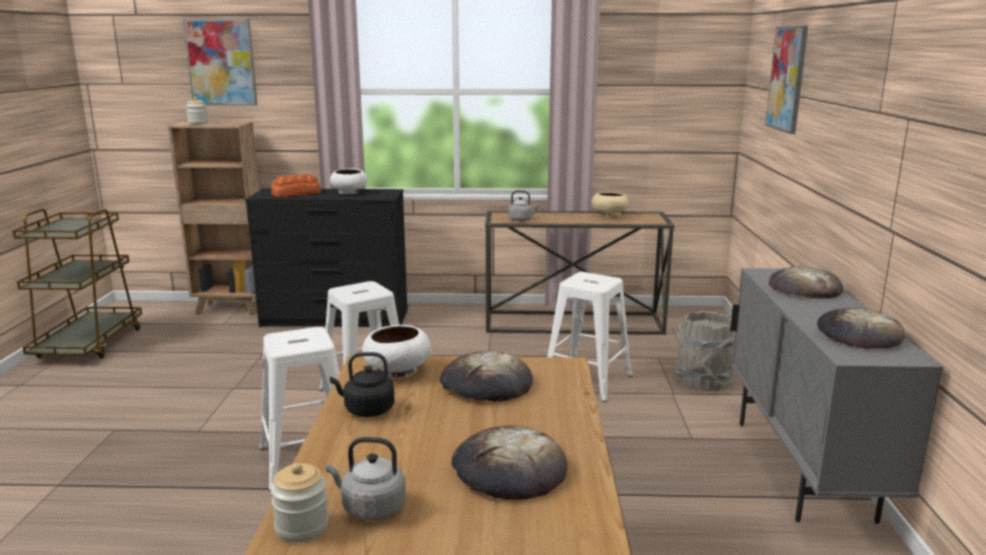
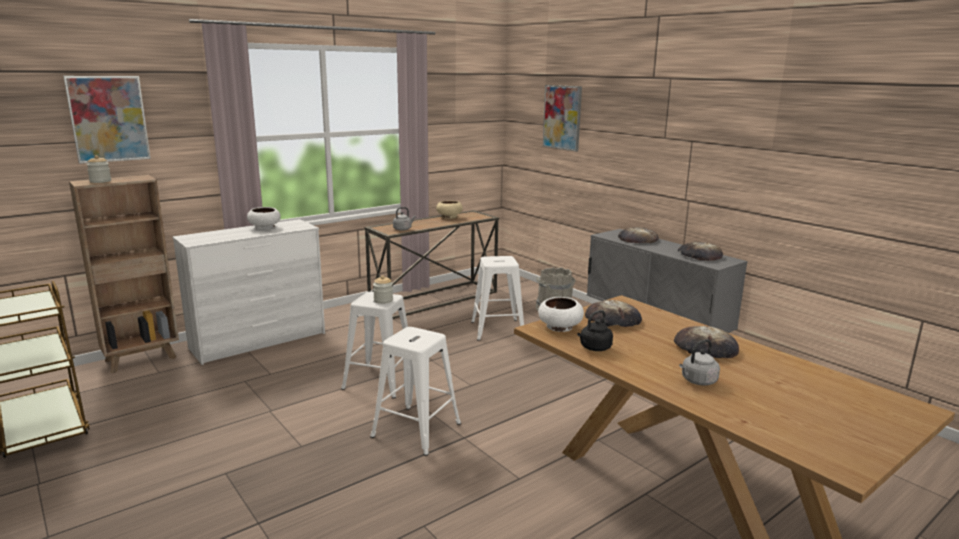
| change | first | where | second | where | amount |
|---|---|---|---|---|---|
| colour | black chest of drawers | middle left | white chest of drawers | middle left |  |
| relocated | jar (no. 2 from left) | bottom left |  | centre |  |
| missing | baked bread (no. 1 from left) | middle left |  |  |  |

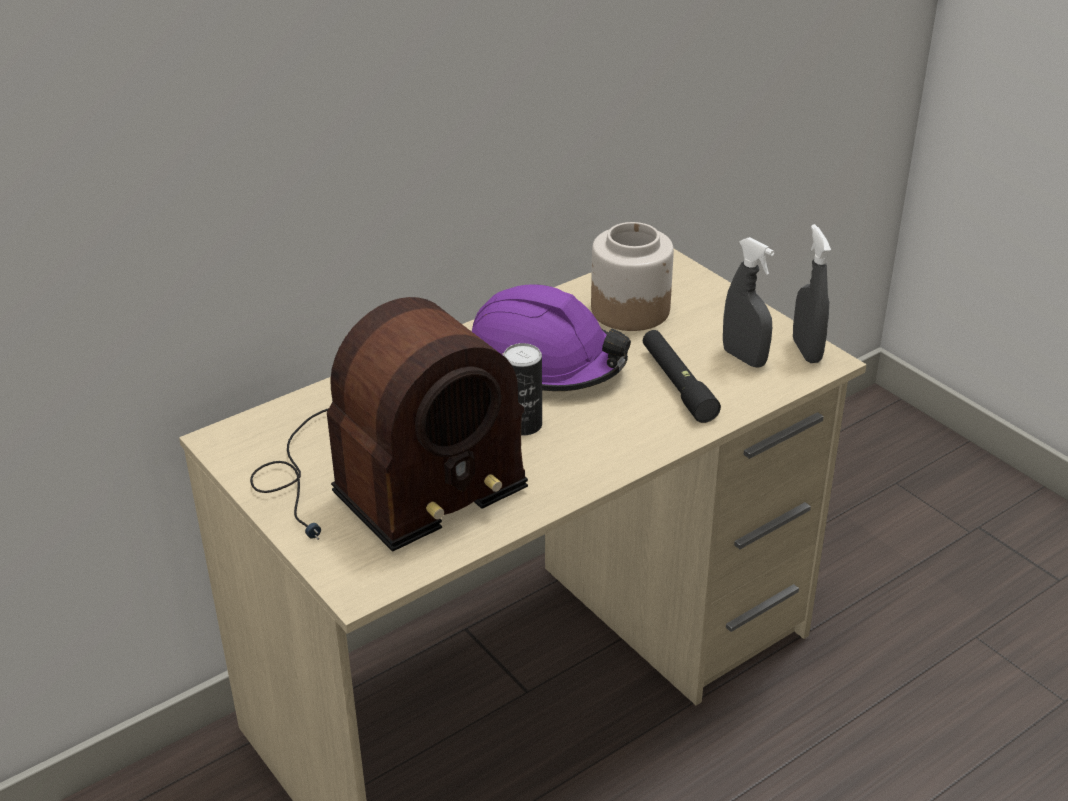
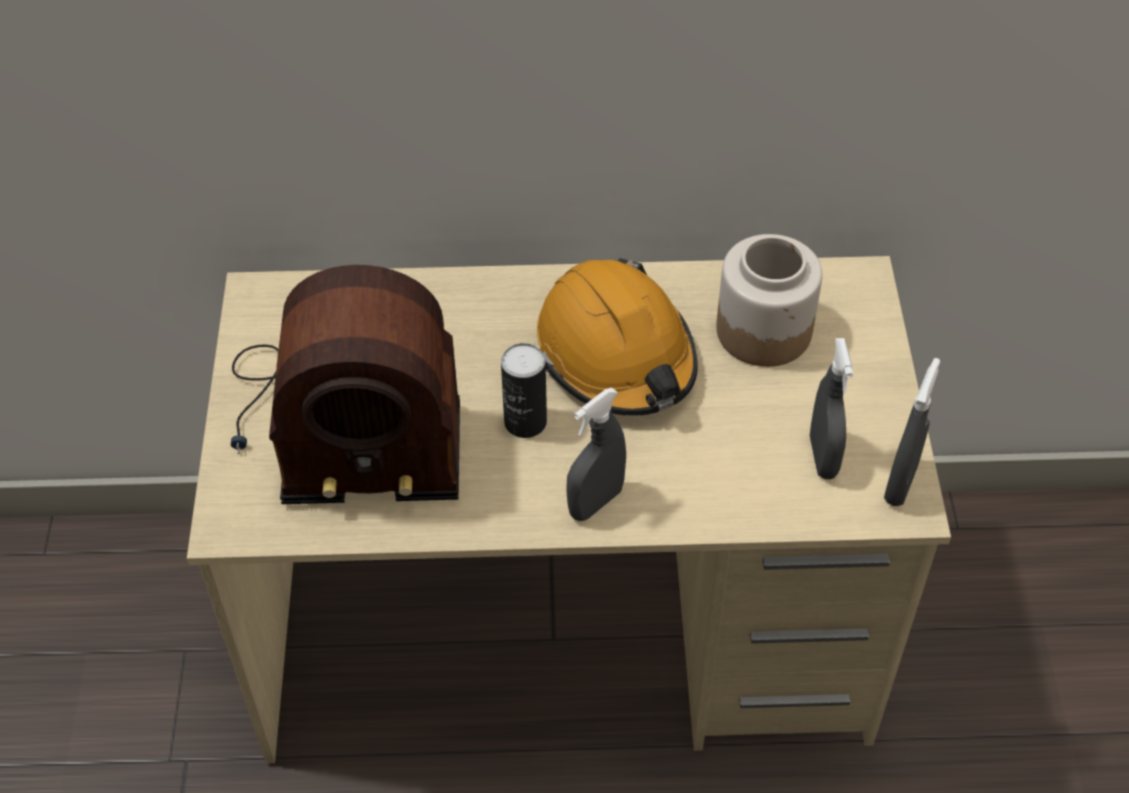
| change | first | where | second | where | amount |
|---|---|---|---|---|---|
| colour | purple work helmet | centre | orange work helmet | centre |  |
| appeared |  |  | greyish hand sprayer (no. 1 from left) | centre |  |
| missing | black flashlight | centre |  |  |  |

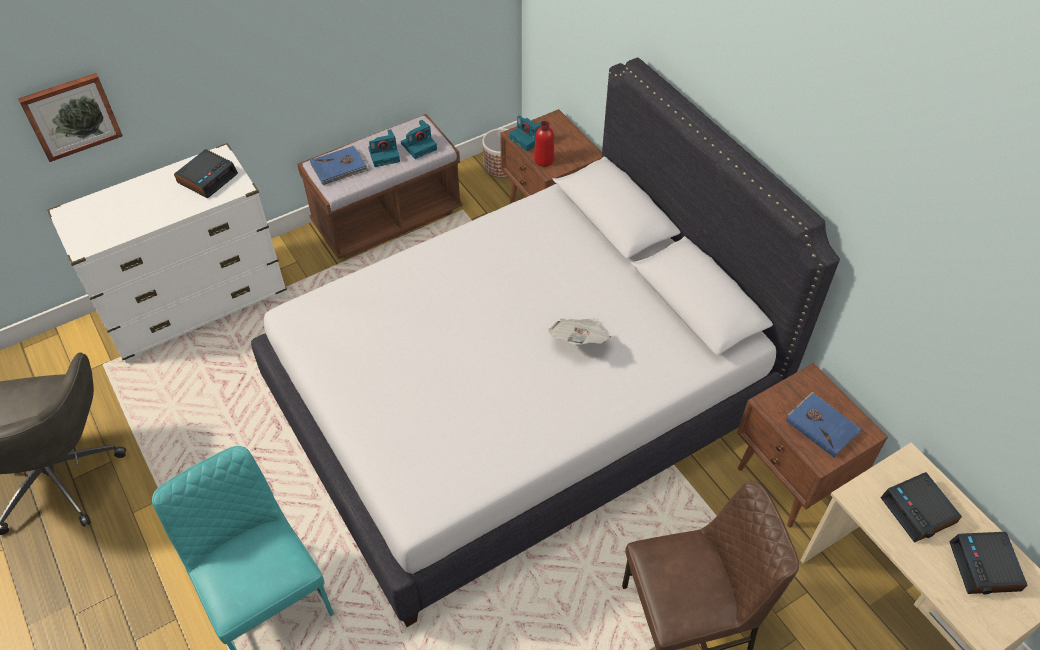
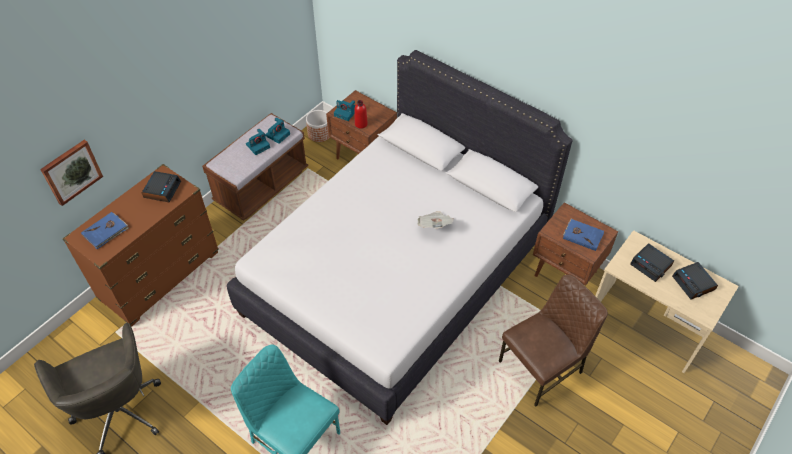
| change | first | where | second | where | amount |
|---|---|---|---|---|---|
| colour | white chest of drawers | middle left | brownish chest of drawers | middle left |  |
| relocated | blue-coloured bound book (no. 1 from left) | top left |  | middle left |  |

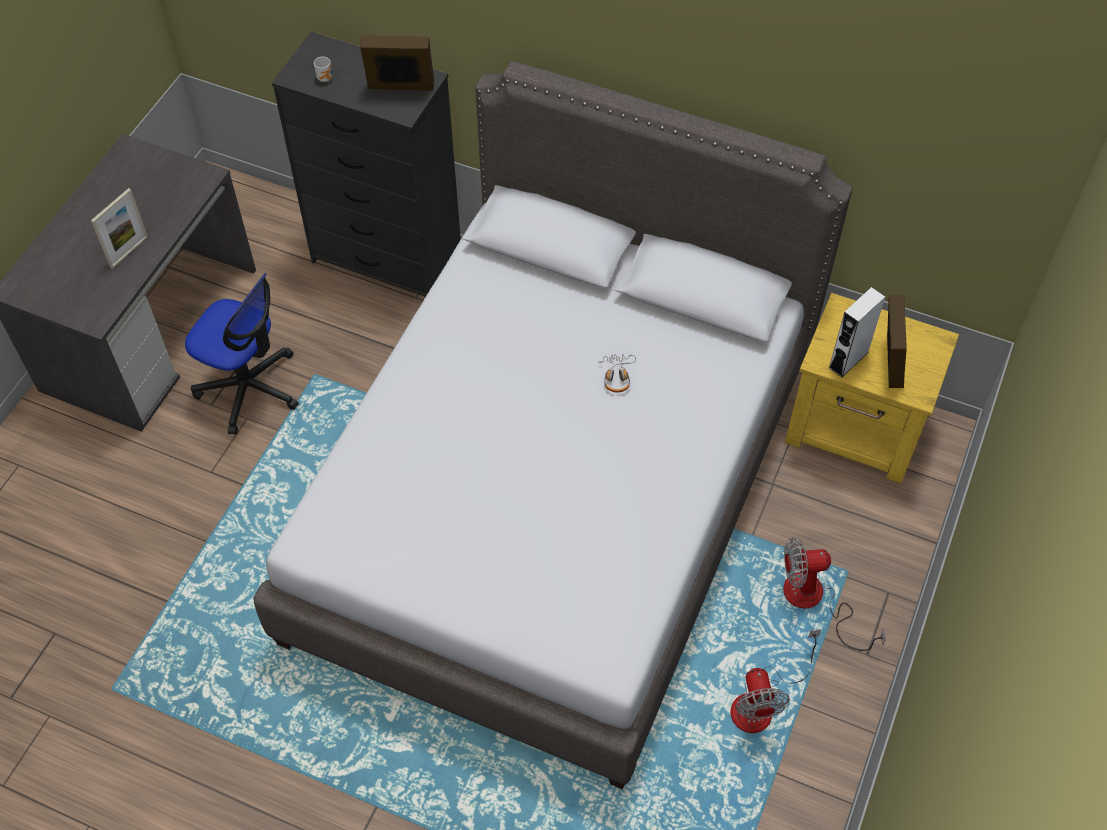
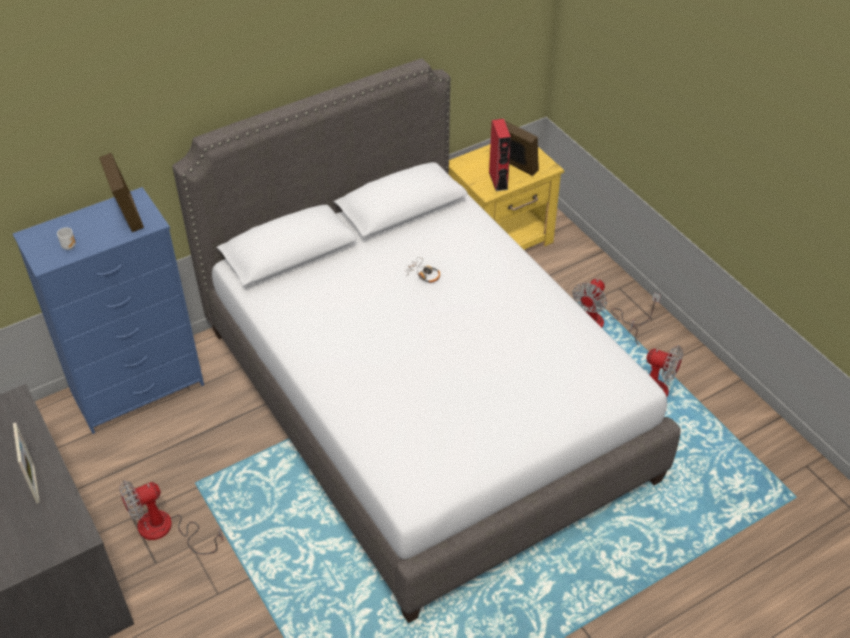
| change | first | where | second | where | amount |
|---|---|---|---|---|---|
| colour | black chest of drawers | top left | blue-coloured chest of drawers | middle left |  |
| spun | photo frame (no. 2 from left) | top centre |  | top left | 120 degrees clockwise |
| exchanged | computer chair | middle left | electric fan (no. 1 from left) | bottom left |  |
| colour | white audio speaker | middle right | reddish audio speaker | top centre |  |

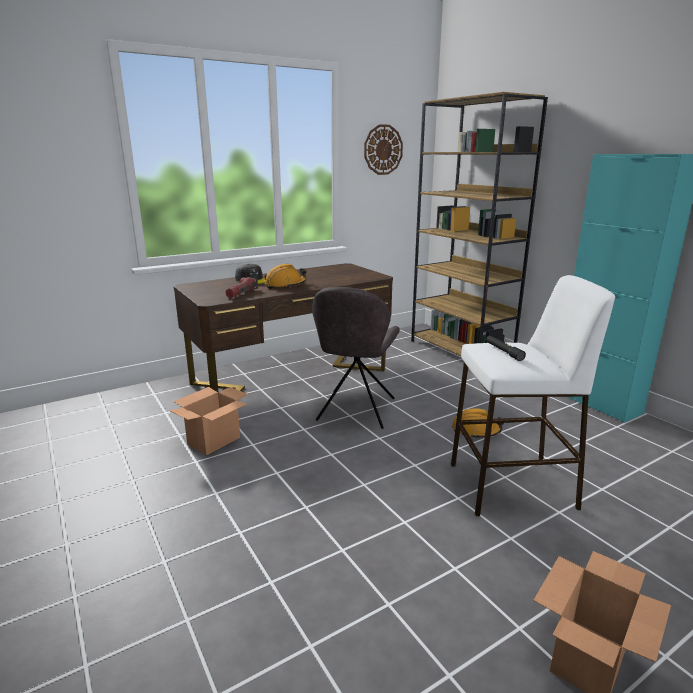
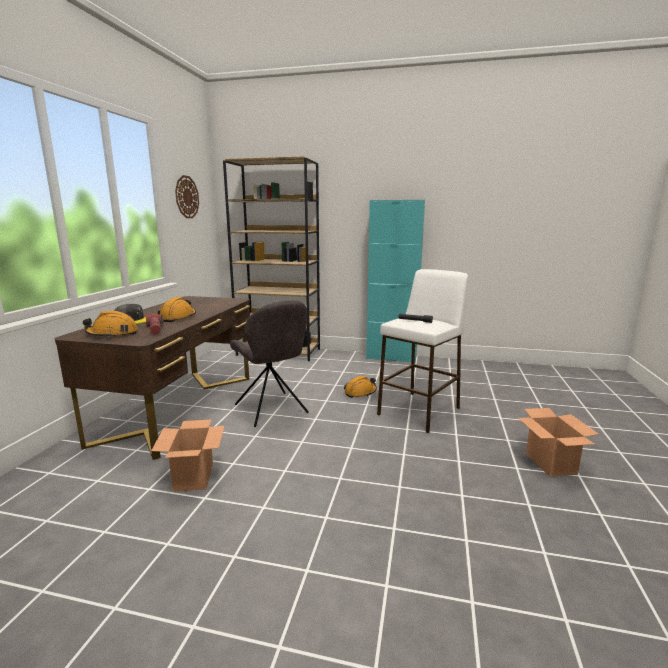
| change | first | where | second | where | amount |
|---|---|---|---|---|---|
| appeared |  |  | orange work helmet (no. 1 from left) | middle left |  |

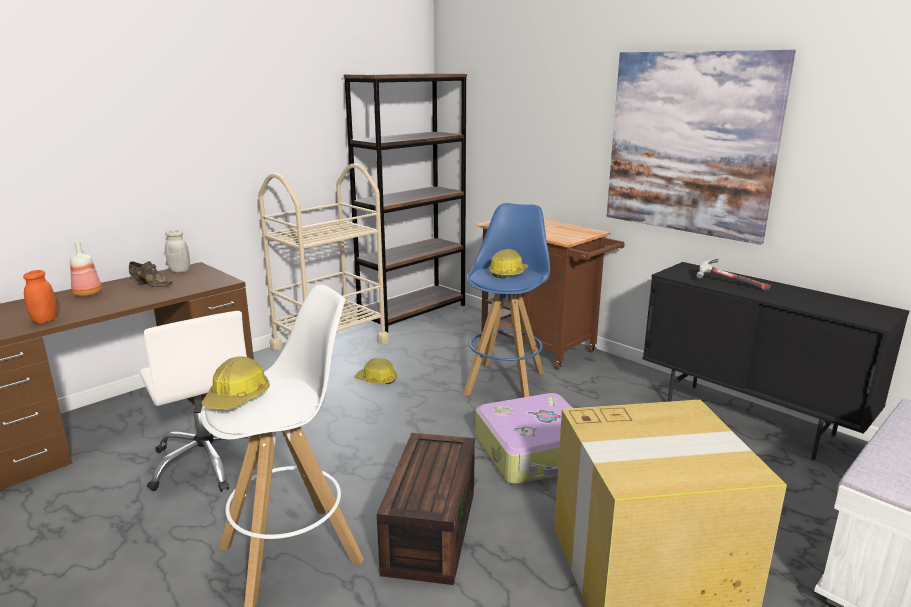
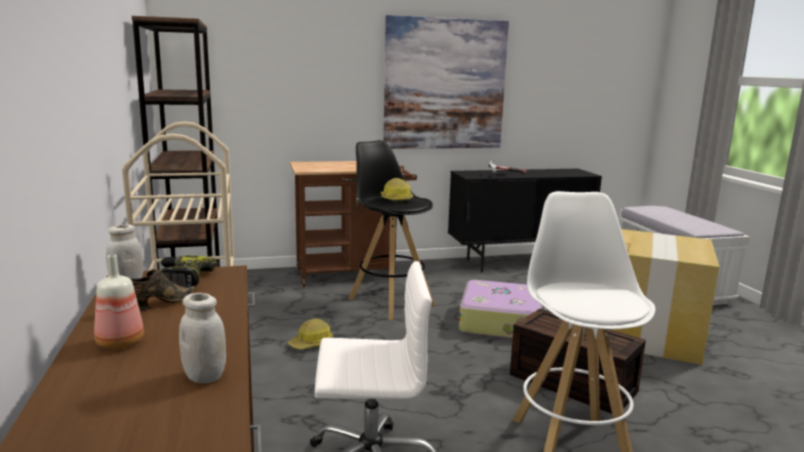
| change | first | where | second | where | amount |
|---|---|---|---|---|---|
| appeared |  |  | drill | middle left |  |
| colour | orange jar | middle left | white jar (no. 2 from left) | bottom left |  |
| colour | blue-coloured stool | centre | black stool | centre |  |
| missing | work helmet (no. 1 from left) | middle left |  |  |  |

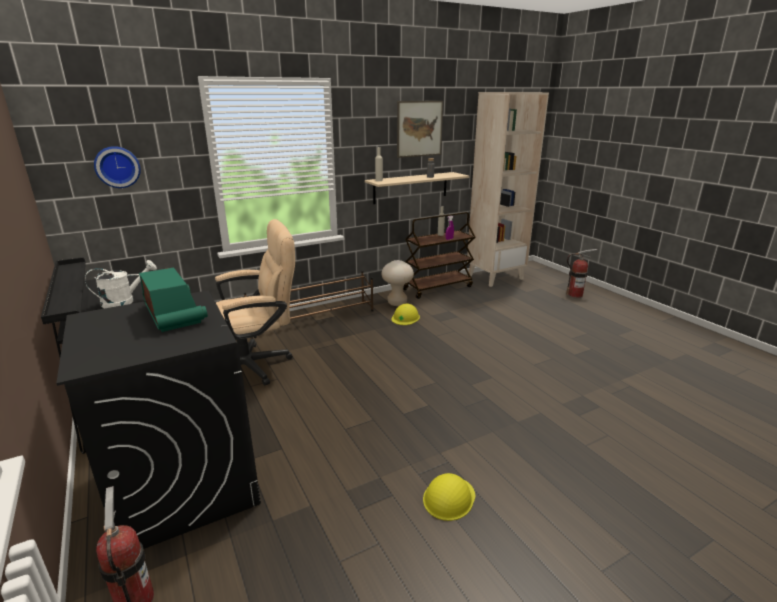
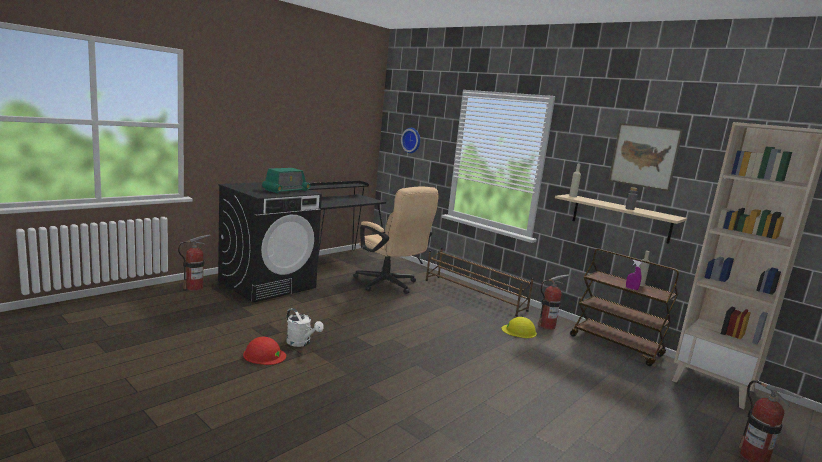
| change | first | where | second | where | amount |
|---|---|---|---|---|---|
| colour | yellow-coloured work helmet (no. 2 from left) | bottom centre | reddish work helmet | bottom left |  |
| relocated | white watering pot | middle left |  | bottom centre |  |
| exchanged | beige stool | centre | fire-fighting cylinder (no. 2 from left) | middle right |  |

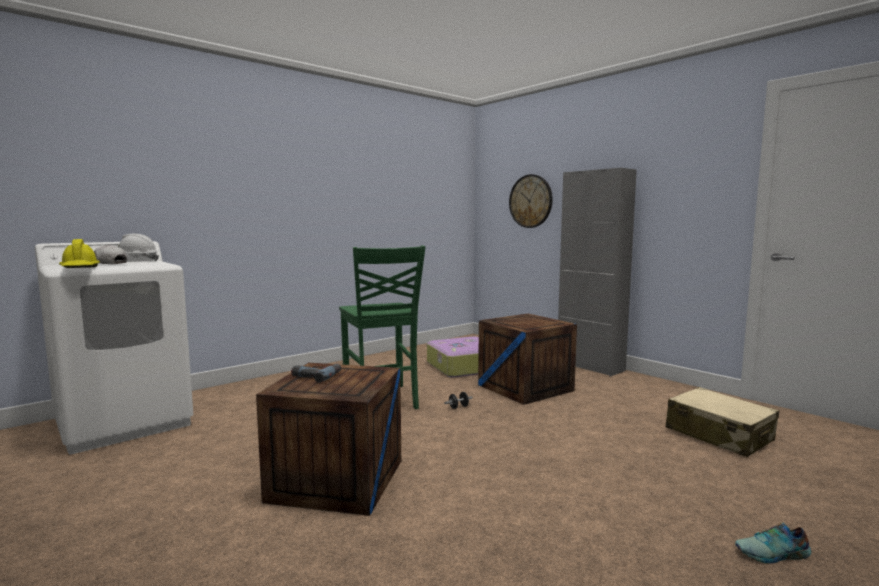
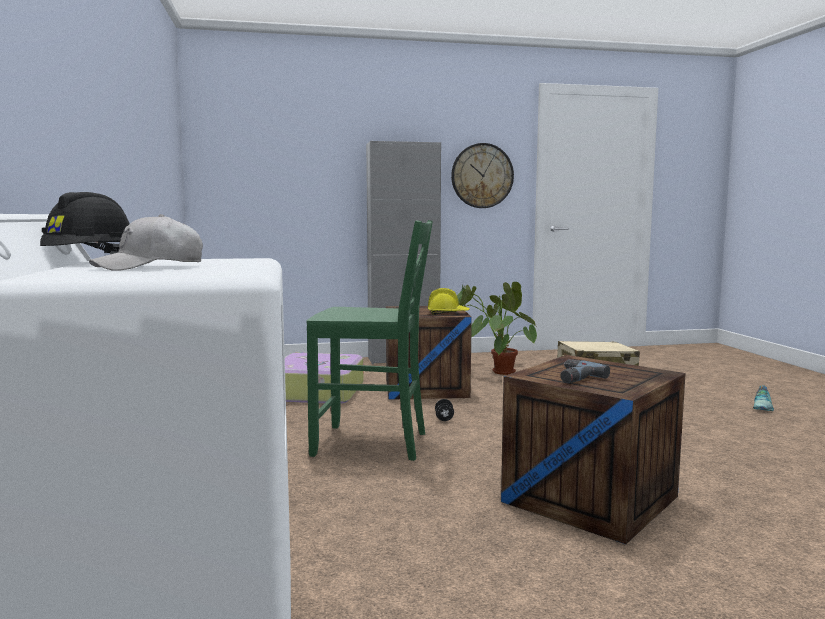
| change | first | where | second | where | amount |
|---|---|---|---|---|---|
| colour | white work helmet | middle left | black work helmet | middle left |  |
| relocated | yellow-coloured work helmet | middle left |  | centre |  |
| relocated | clock on the wall | centre |  | top centre |  |
| appeared |  |  | houseplant | centre |  |

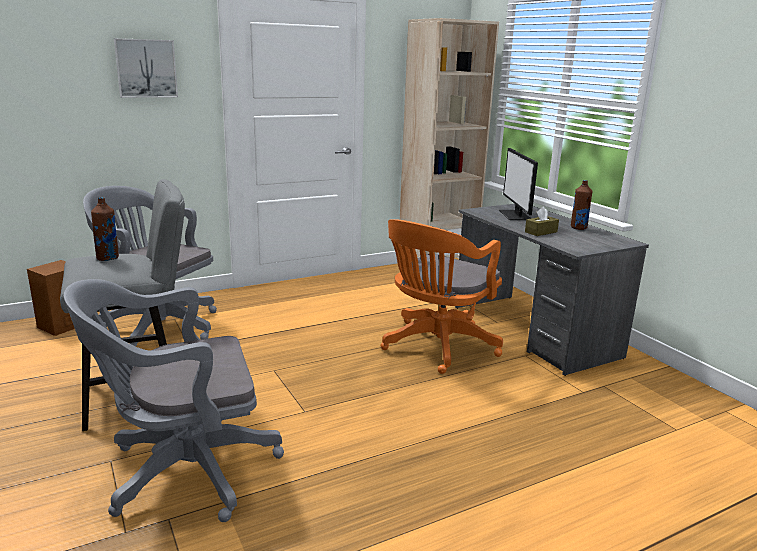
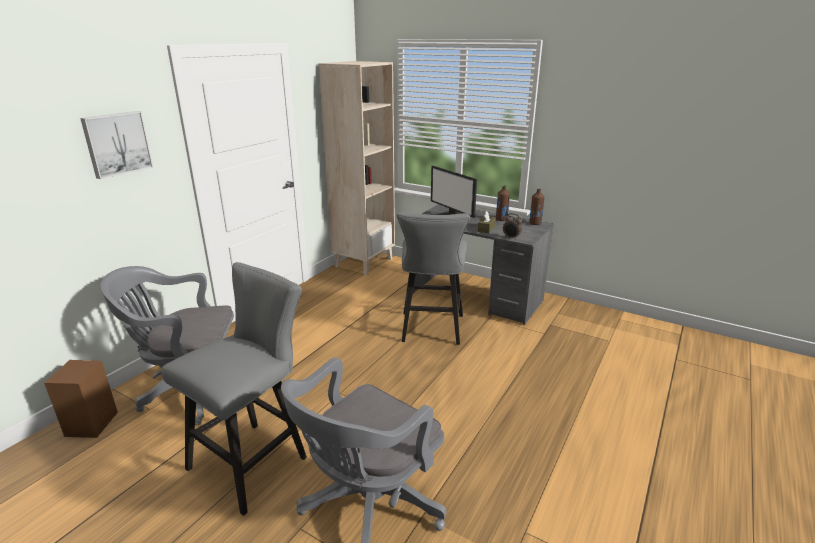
| change | first | where | second | where | amount |
|---|---|---|---|---|---|
| exchanged | orange computer chair | centre | greyish stool (no. 2 from left) | centre |  |
| appeared |  |  | alarm clock | centre |  |
| relocated | brownish beverage bottle (no. 1 from left in the first image) | middle left | brownish beverage bottle (no. 2 from left) | centre |  |

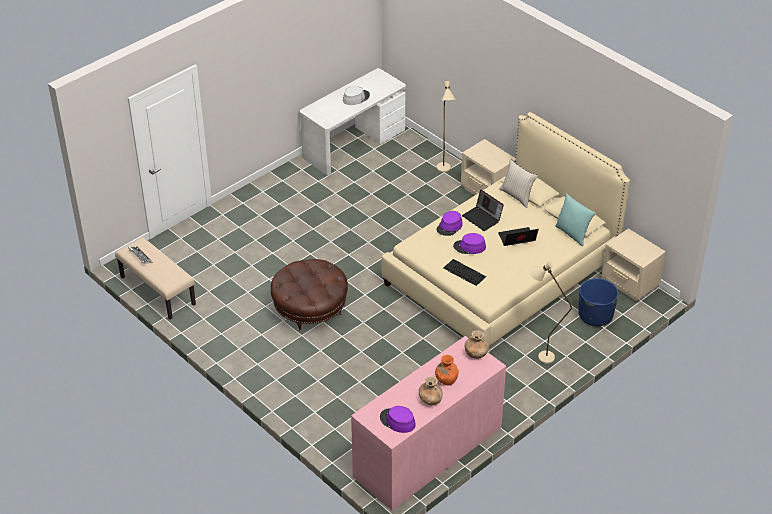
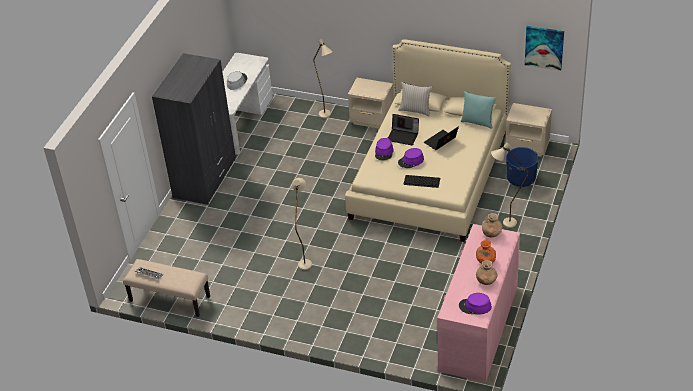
| change | first | where | second | where | amount |
|---|---|---|---|---|---|
| appeared |  |  | greyish clothes cupboard | top left |  |
| exchanged | brownish footrest | centre | beige standard lamp (no. 1 from left) | centre |  |
| appeared |  |  | wall art | top right |  |

